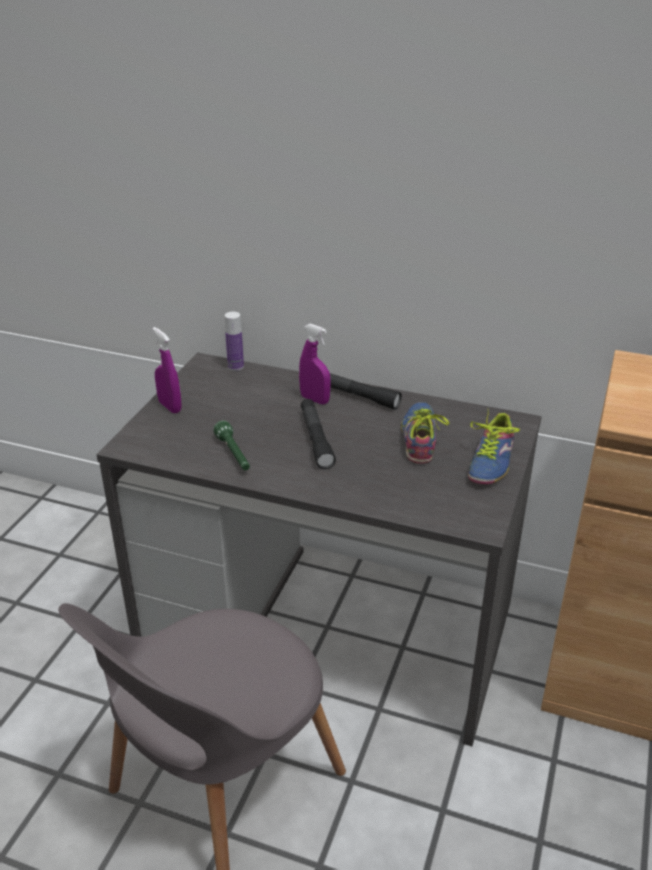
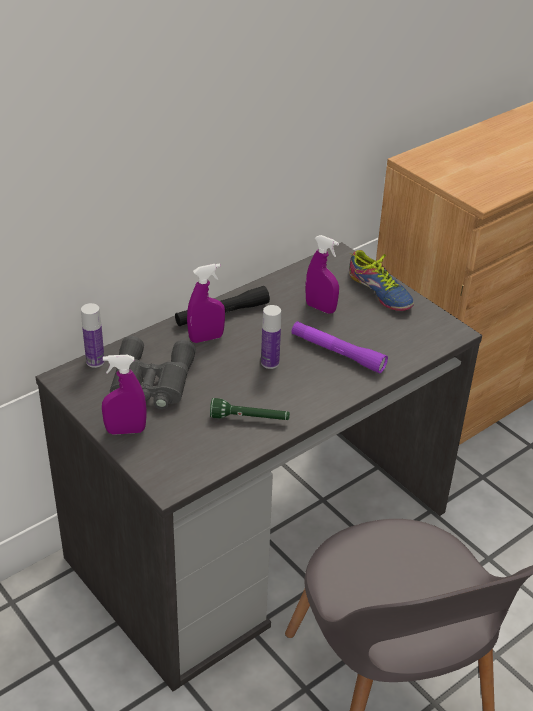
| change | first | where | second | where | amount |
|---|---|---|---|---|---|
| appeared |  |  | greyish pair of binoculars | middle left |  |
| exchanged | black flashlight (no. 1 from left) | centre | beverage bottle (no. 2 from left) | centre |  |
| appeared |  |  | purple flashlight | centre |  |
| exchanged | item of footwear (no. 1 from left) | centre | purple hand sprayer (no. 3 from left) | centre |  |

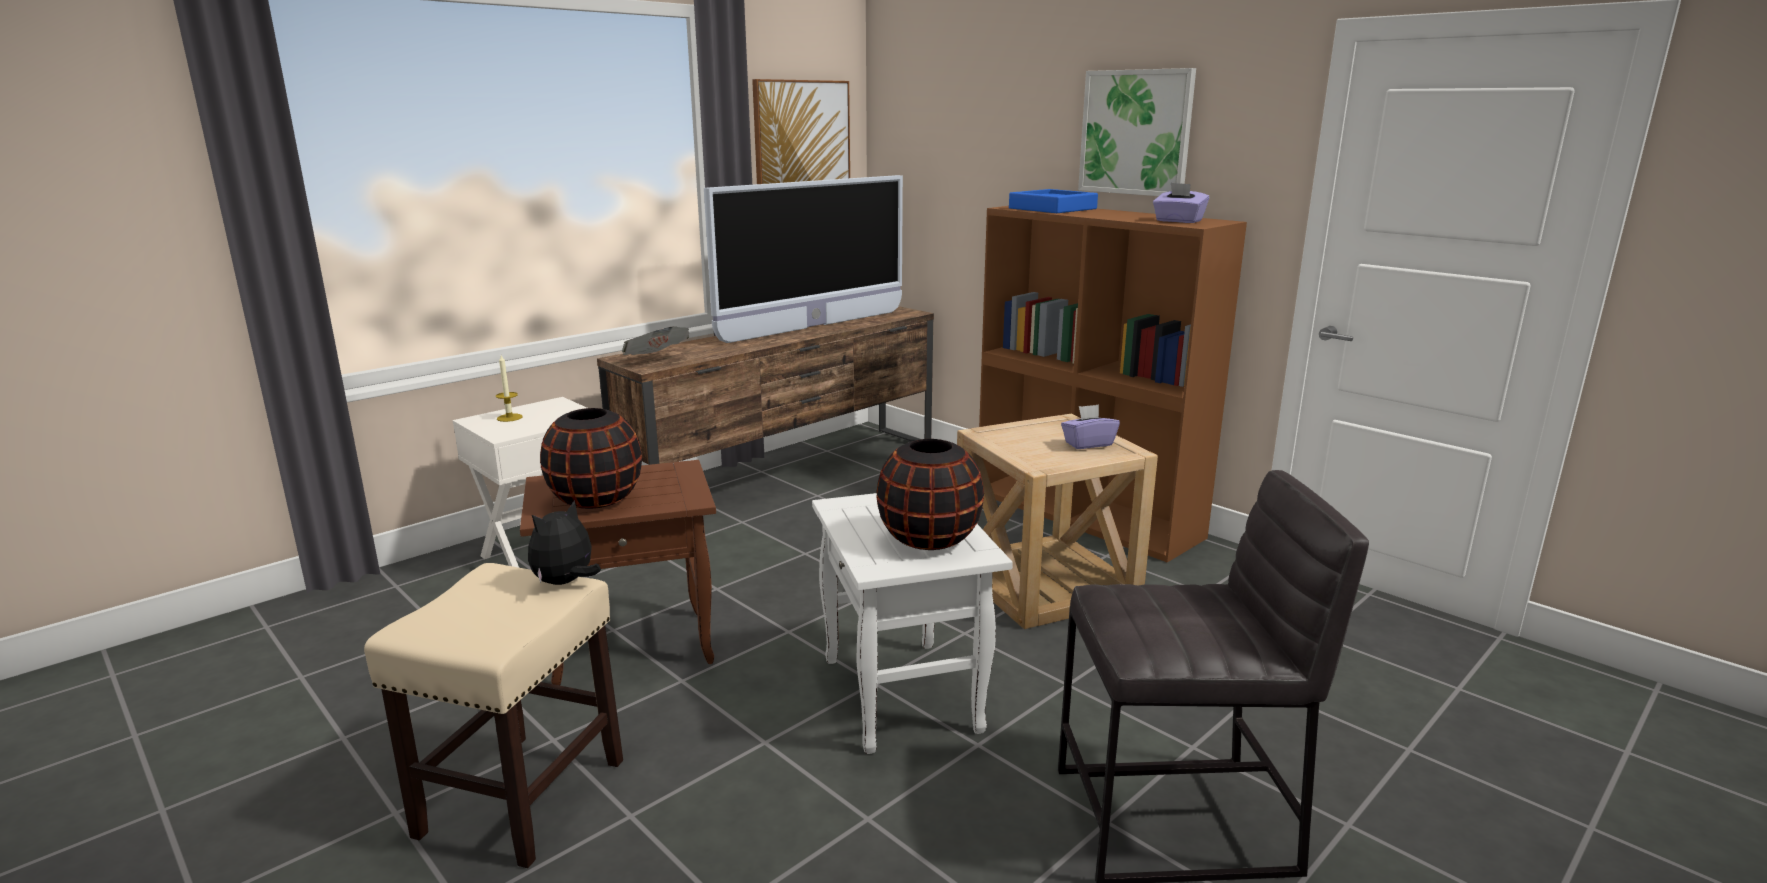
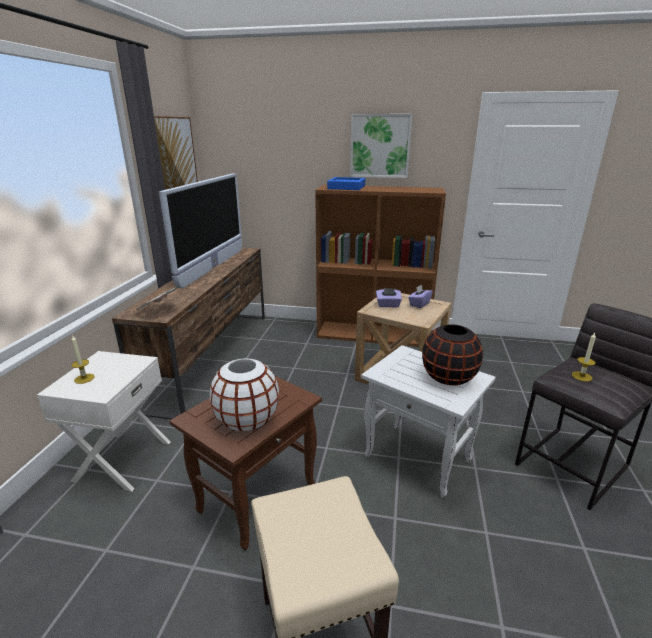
| change | first | where | second | where | amount |
|---|---|---|---|---|---|
| colour | black vase (no. 1 from left) | centre | white vase | centre |  |
| relocated | purple box of tissues (no. 2 from left in the first image) | top right | purple box of tissues (no. 1 from left) | centre |  |
| appeared |  |  | wax candle (no. 2 from left) | middle right |  |
| missing | soft toy | middle left |  |  |  |

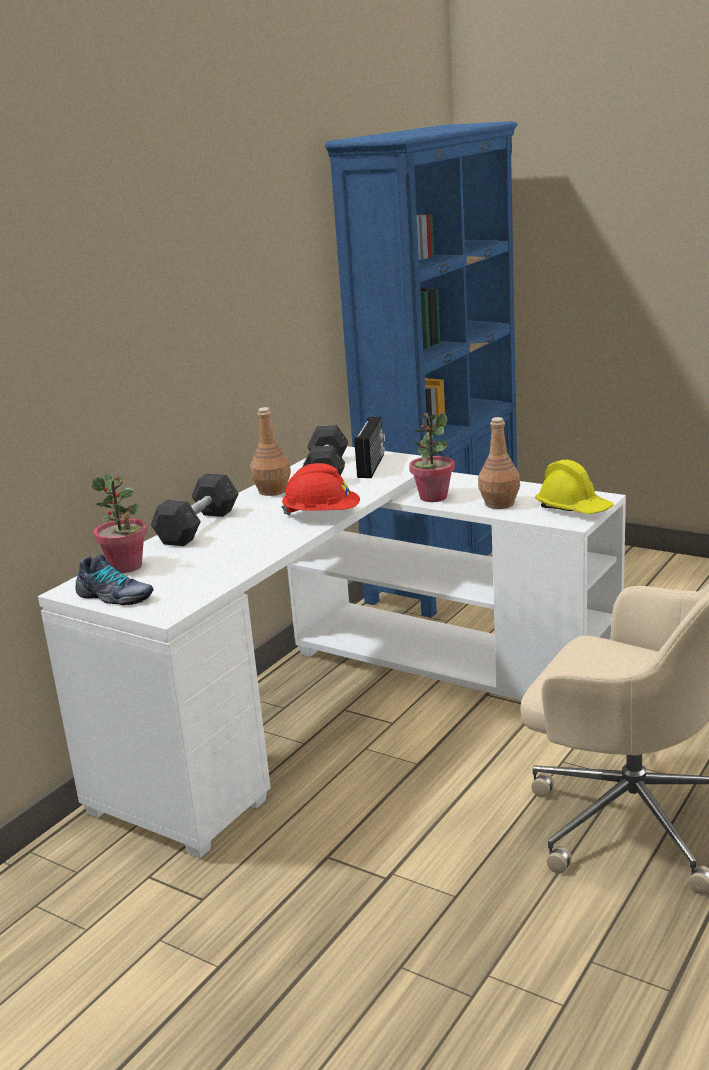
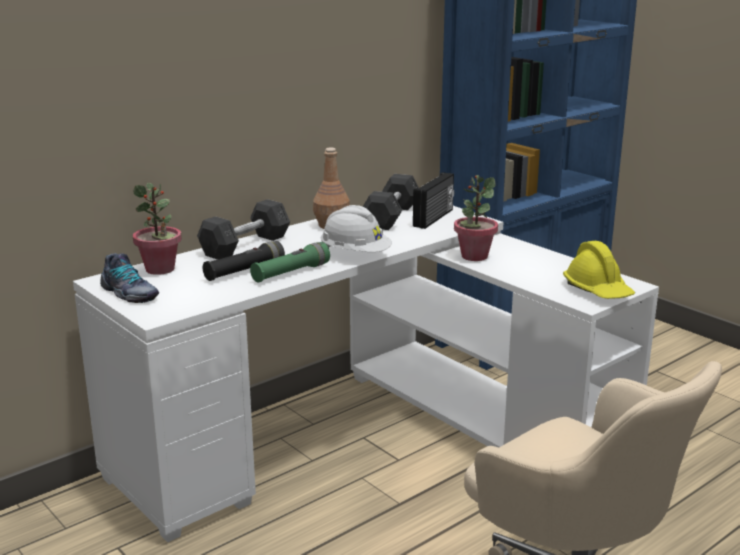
| change | first | where | second | where | amount |
|---|---|---|---|---|---|
| appeared |  |  | black flashlight | middle left |  |
| appeared |  |  | greenish flashlight | centre |  |
| colour | reddish work helmet | centre | white work helmet | centre |  |
| missing | brownish beverage bottle (no. 2 from left) | middle right |  |  |  |

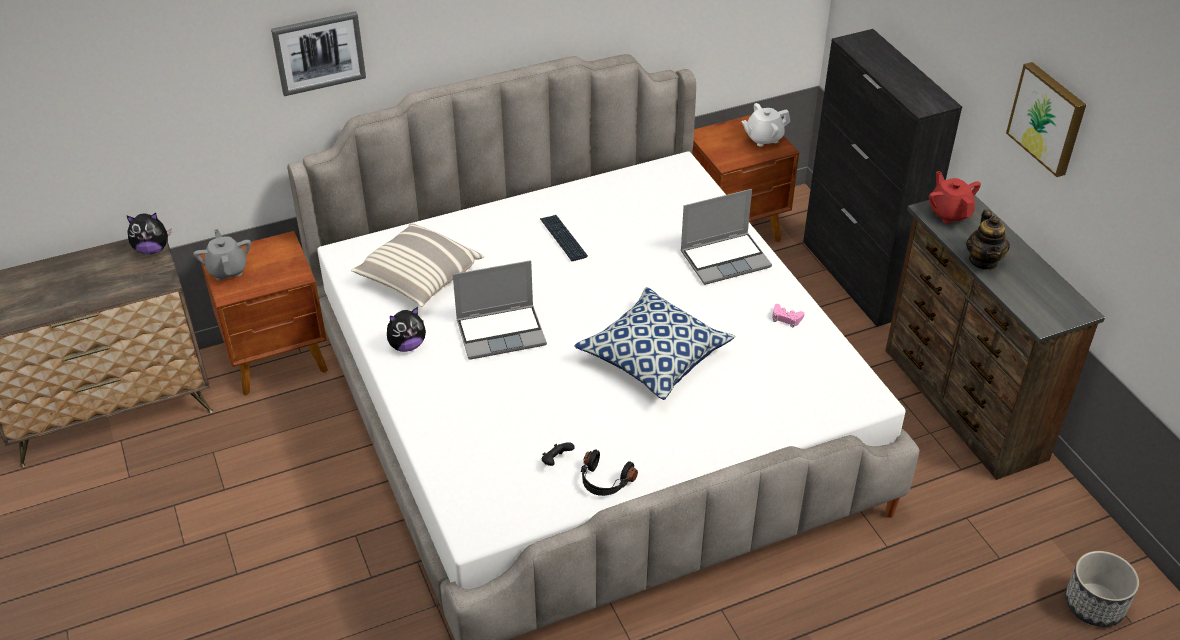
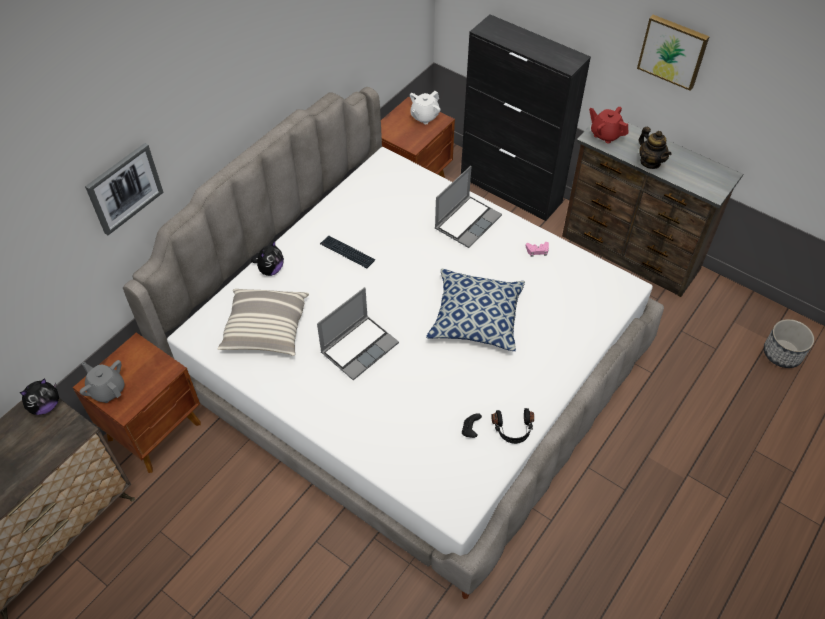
| change | first | where | second | where | amount |
|---|---|---|---|---|---|
| relocated | soft toy (no. 2 from left) | centre |  | middle left |  |

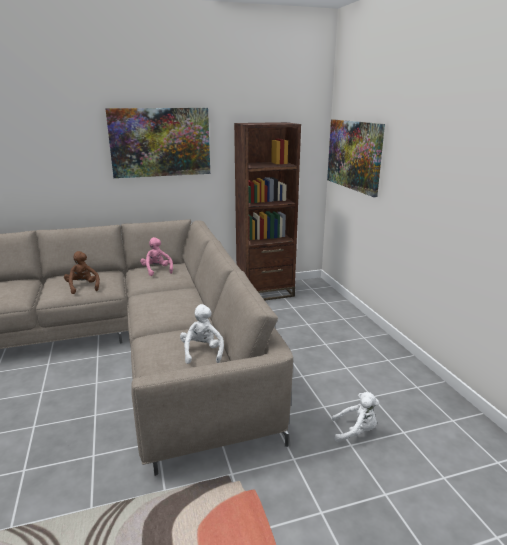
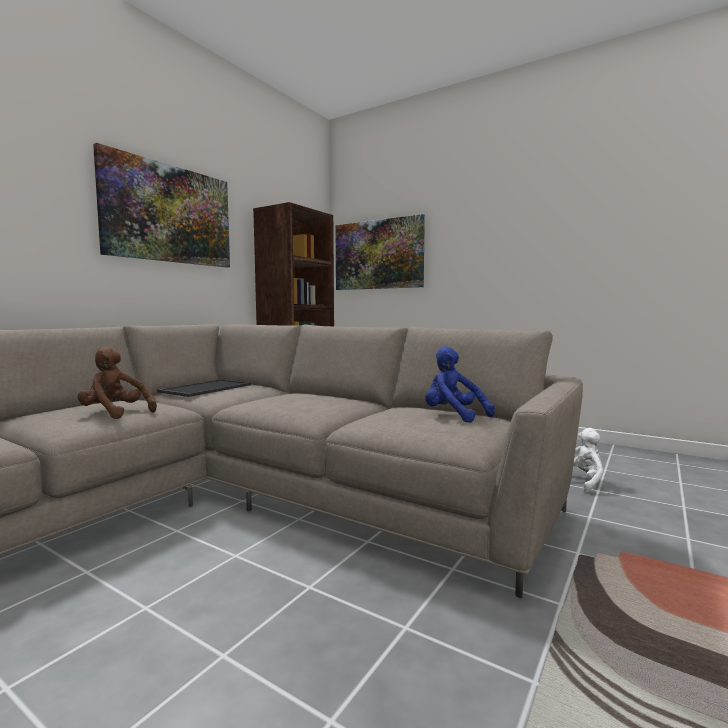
| change | first | where | second | where | amount |
|---|---|---|---|---|---|
| exchanged | pink-coloured soft toy | middle left | serving tray | middle left |  |
| colour | white soft toy (no. 1 from left) | centre | blue-coloured soft toy | centre |  |

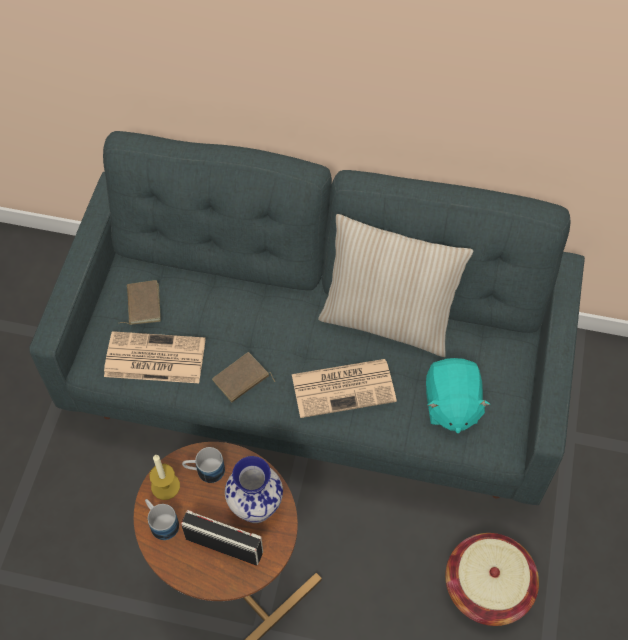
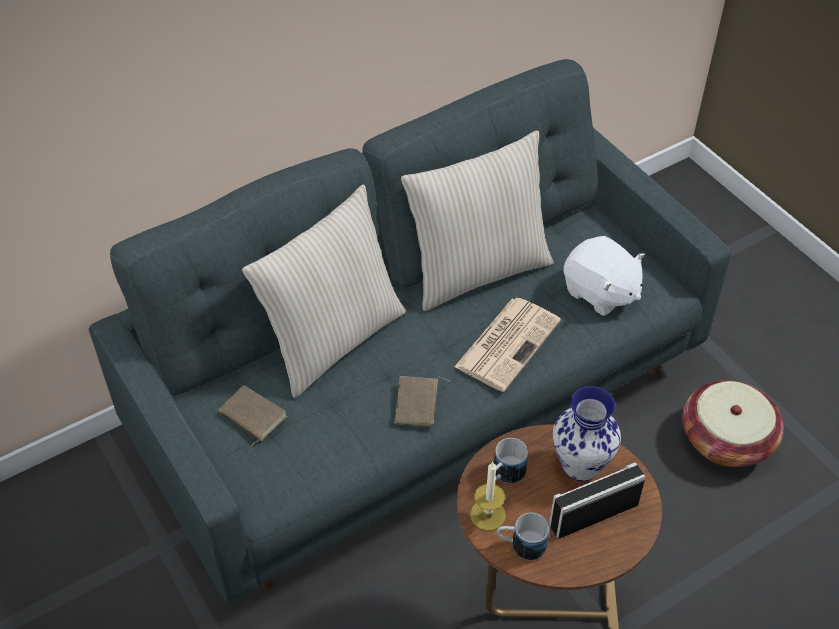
| change | first | where | second | where | amount |
|---|---|---|---|---|---|
| appeared |  |  | beige pillow (no. 1 from left) | centre |  |
| colour | blue-green soft toy | middle right | white soft toy | middle right |  |
| missing | daily paper (no. 1 from left) | middle left |  |  |  |

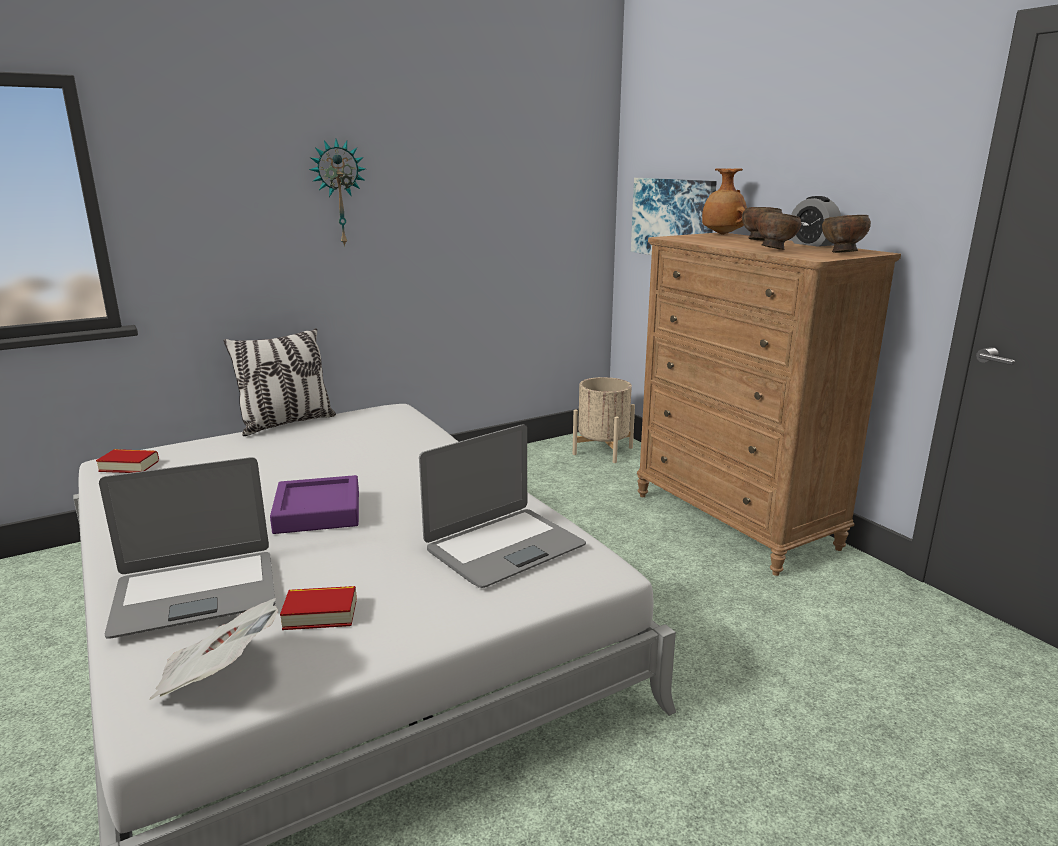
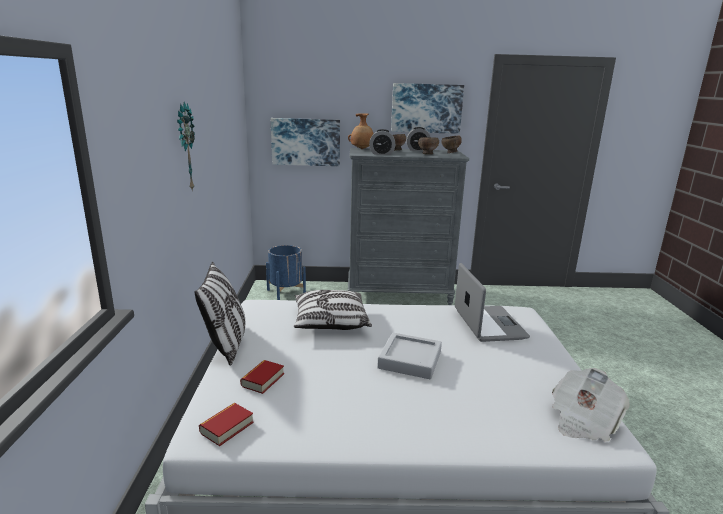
| change | first | where | second | where | amount |
|---|---|---|---|---|---|
| relocated | bound book (no. 2 from left) | bottom left |  | bottom centre |  |
| colour | beige flower pot | centre | blue-coloured flower pot | centre |  |
| appeared |  |  | pillow (no. 2 from left) | centre |  |
| colour | brownish chest of drawers | middle right | greyish chest of drawers | centre |  |
| appeared |  |  | alarm clock (no. 1 from left) | top centre |  |
| colour | purple serving tray | middle left | greyish serving tray | bottom centre |  |
| appeared |  |  | wall art (no. 2 from left) | top centre |  |
| missing | laptop (no. 1 from left) | middle left |  |  |  |

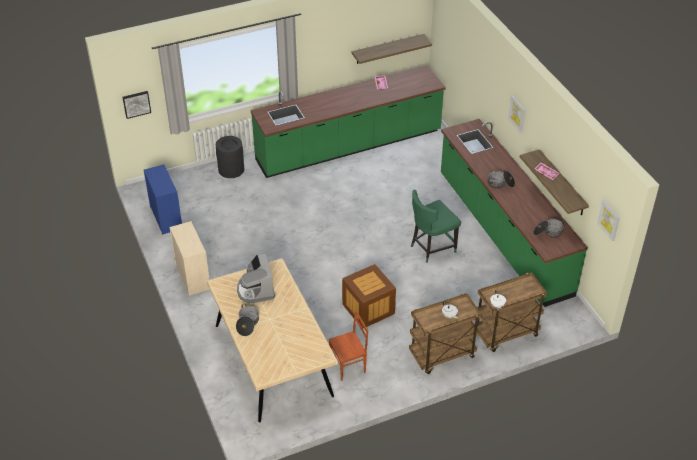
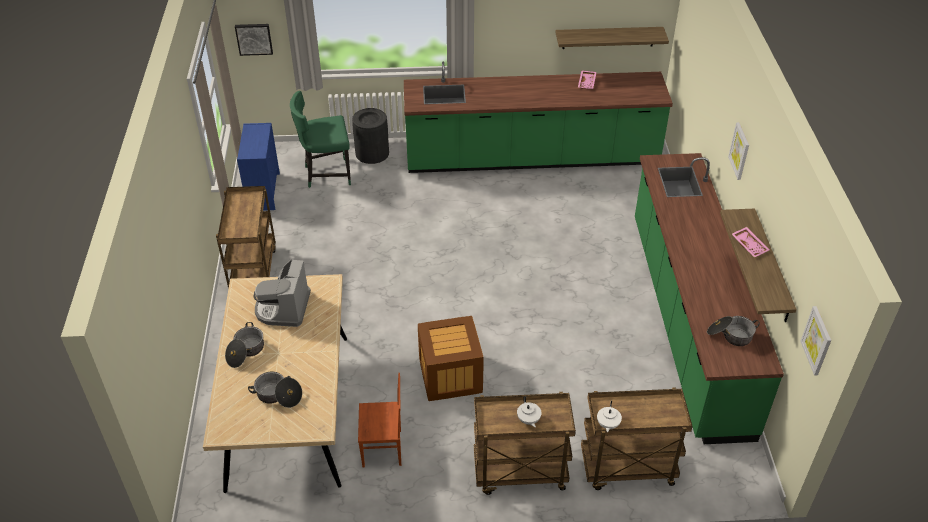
| change | first | where | second | where | amount |
|---|---|---|---|---|---|
| exchanged | beige chest of drawers | middle left | brownish cart (no. 1 from left) | middle left |  |
| relocated | cooking pot (no. 2 from left) | middle right |  | bottom left |  |
| relocated | greenish plain chair | centre |  | top centre |  |

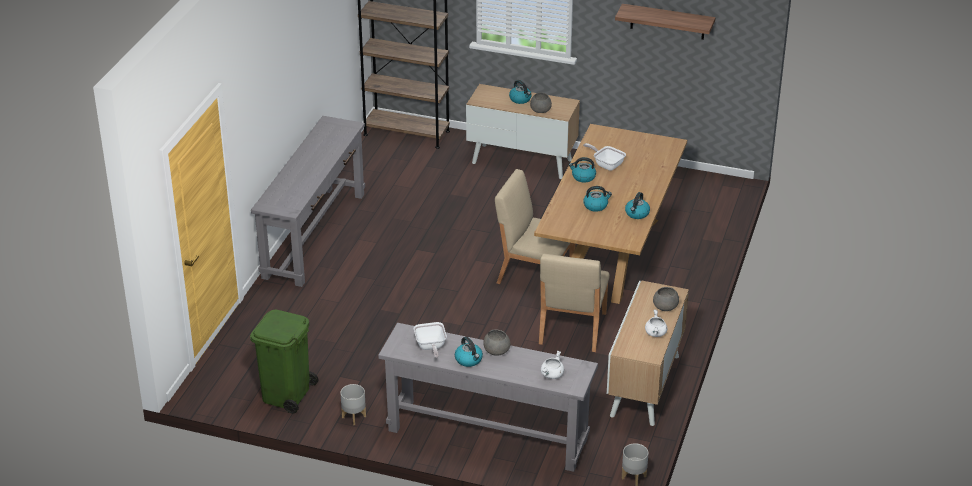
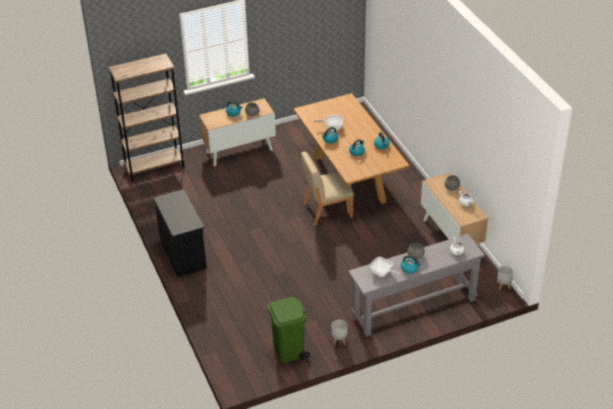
| change | first | where | second | where | amount |
|---|---|---|---|---|---|
| exchanged | greyish hall table (no. 1 from left) | middle left | black chest of drawers | middle left |  |
| missing | beige plain chair (no. 2 from left) | centre |  |  |  |
| missing | wall shelf | top right |  |  |  |

